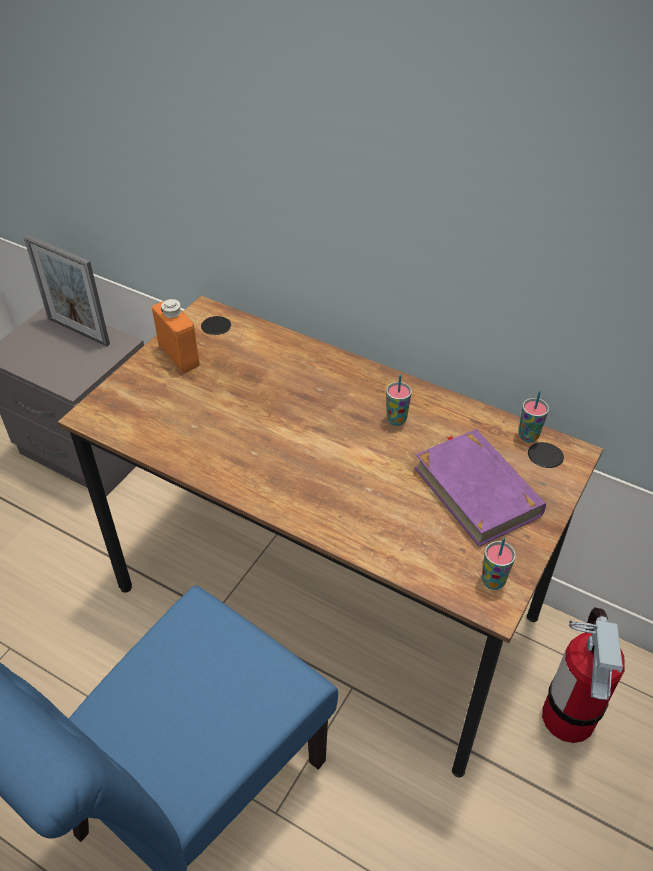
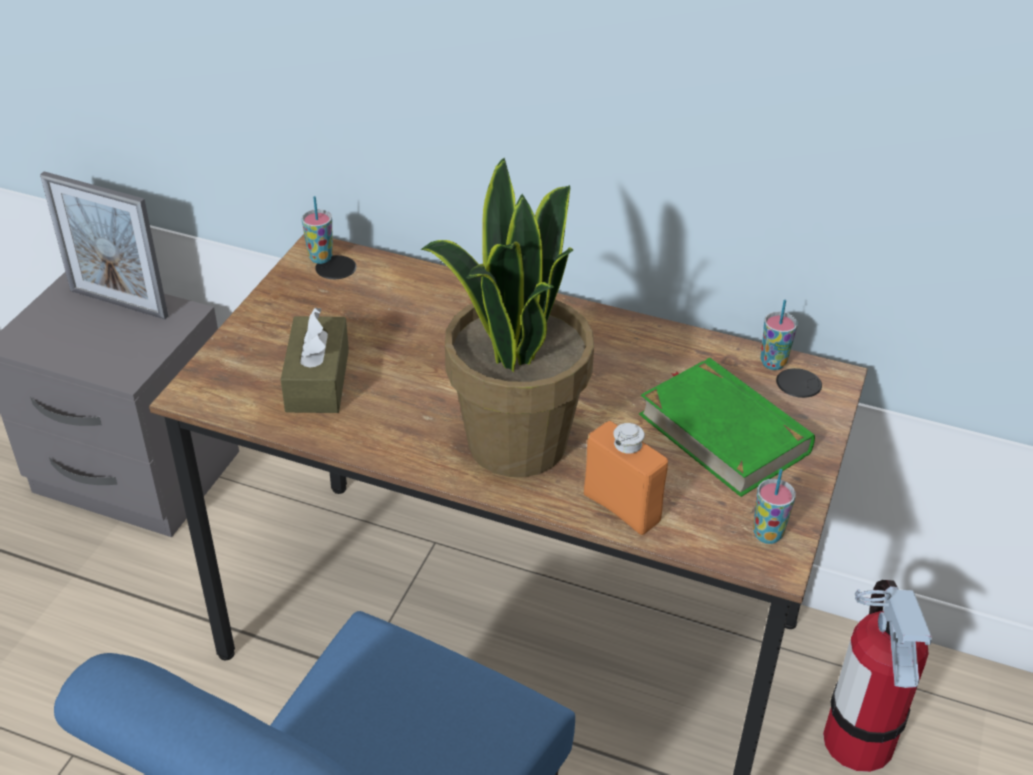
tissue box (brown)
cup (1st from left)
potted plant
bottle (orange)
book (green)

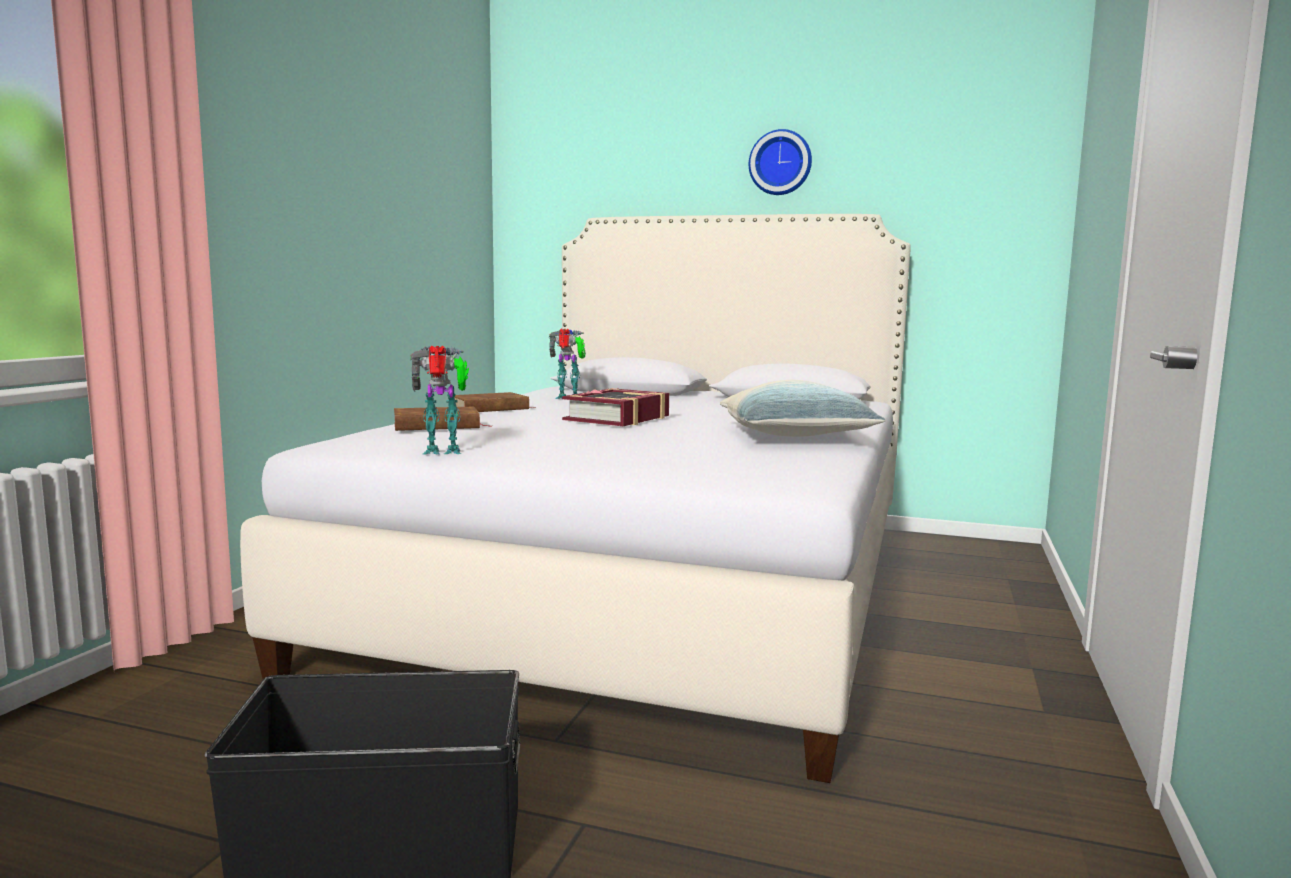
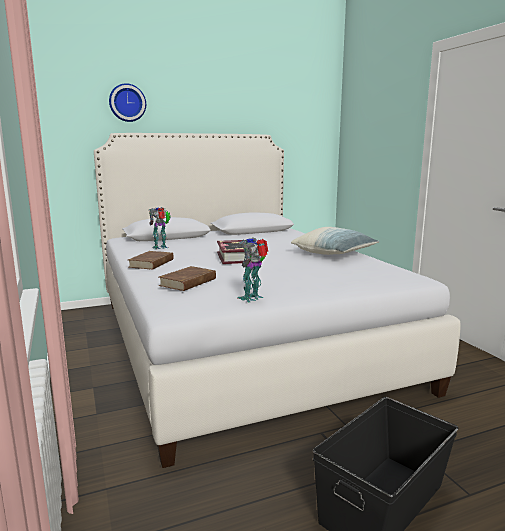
wall clock

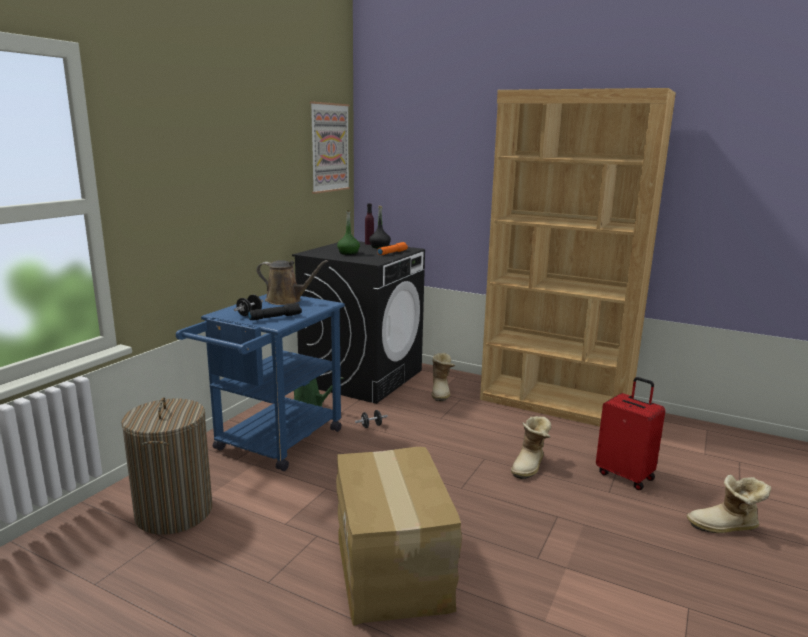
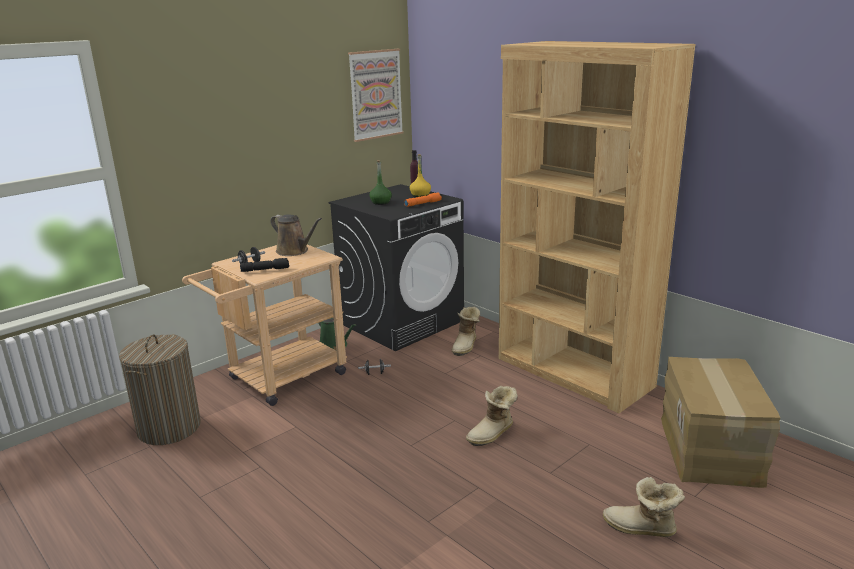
cart (beige)
bottle (yellow)
cardboard box
suitcase (red)

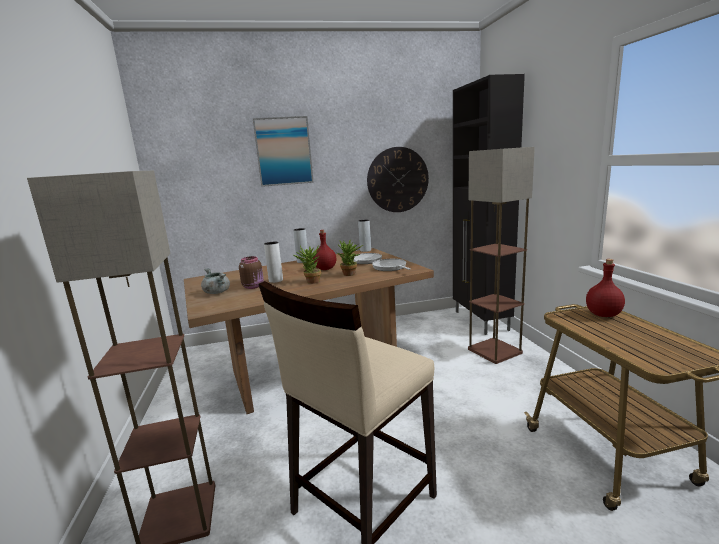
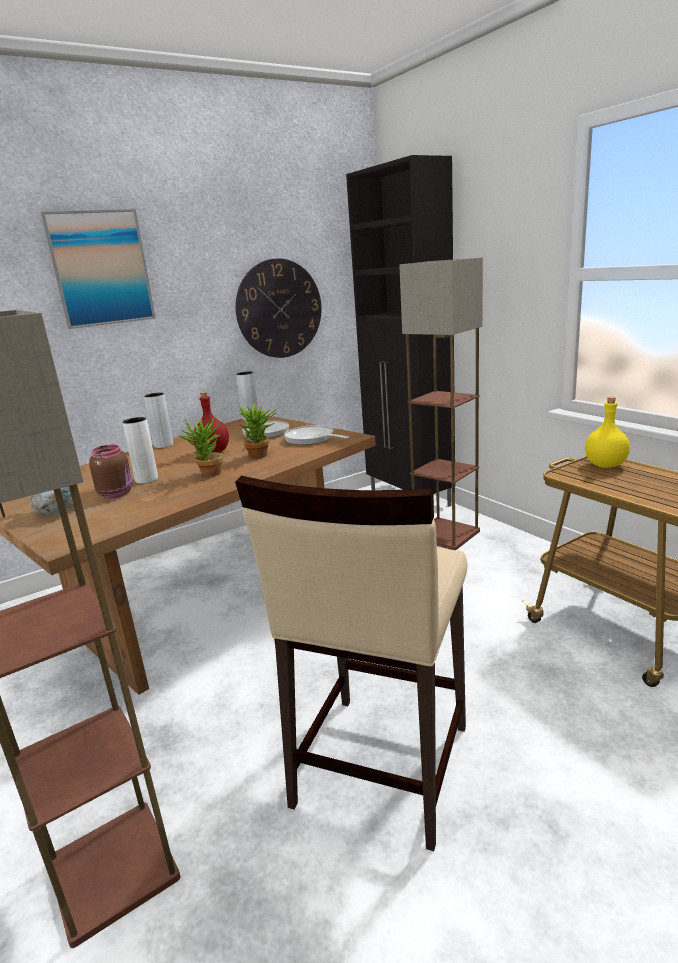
bottle (yellow)

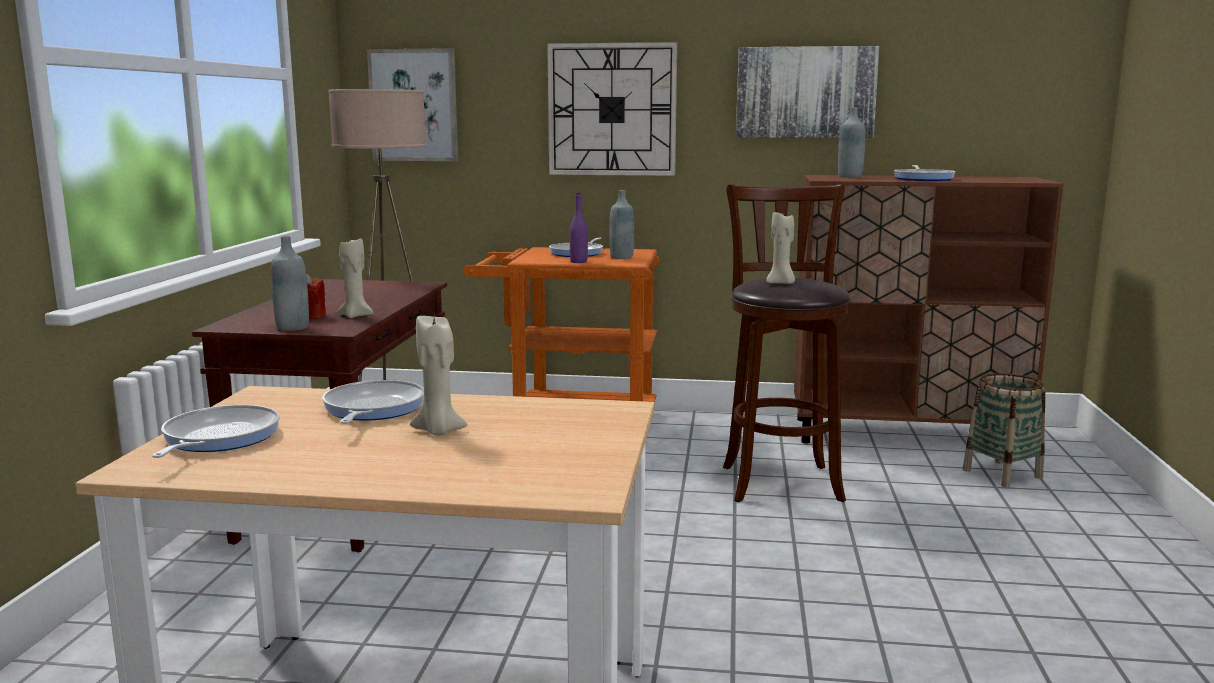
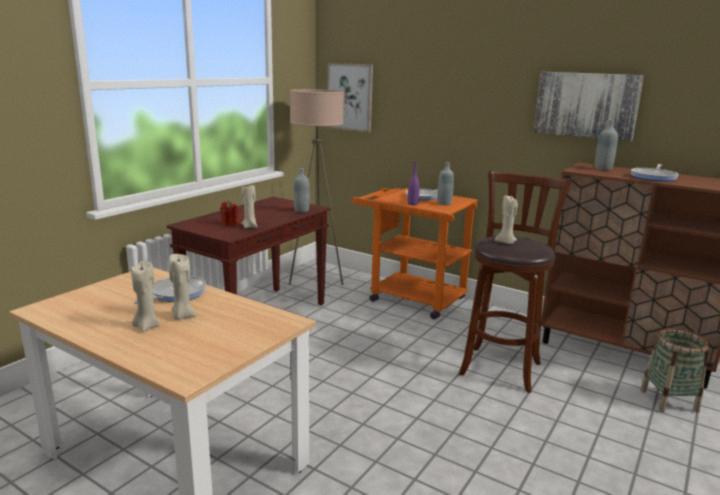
candle (beige) (1st from left)
bottle (grey) (1st from left)
frying pan (1st from left in the first image)
wall clock

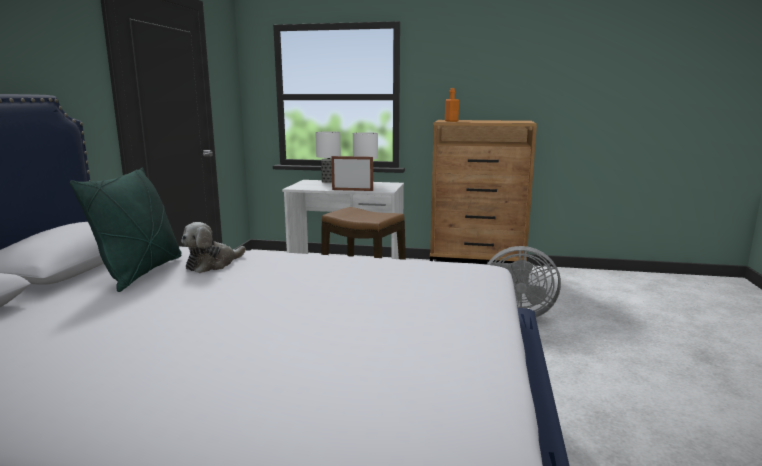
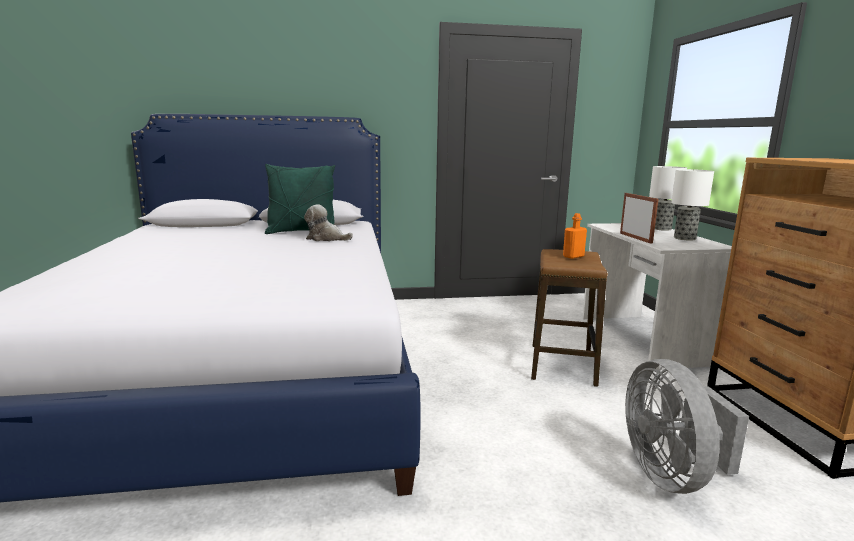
bottle (orange)

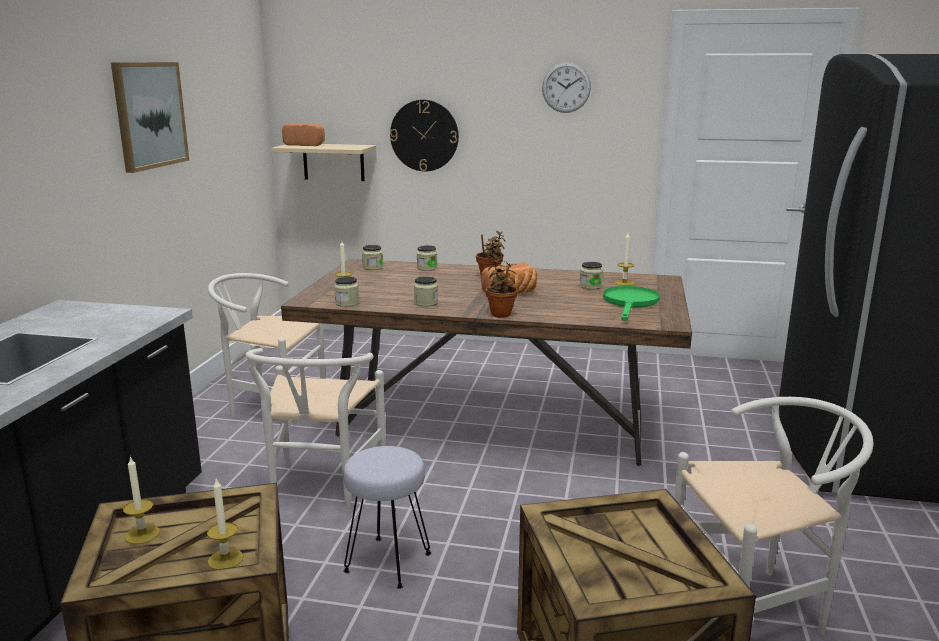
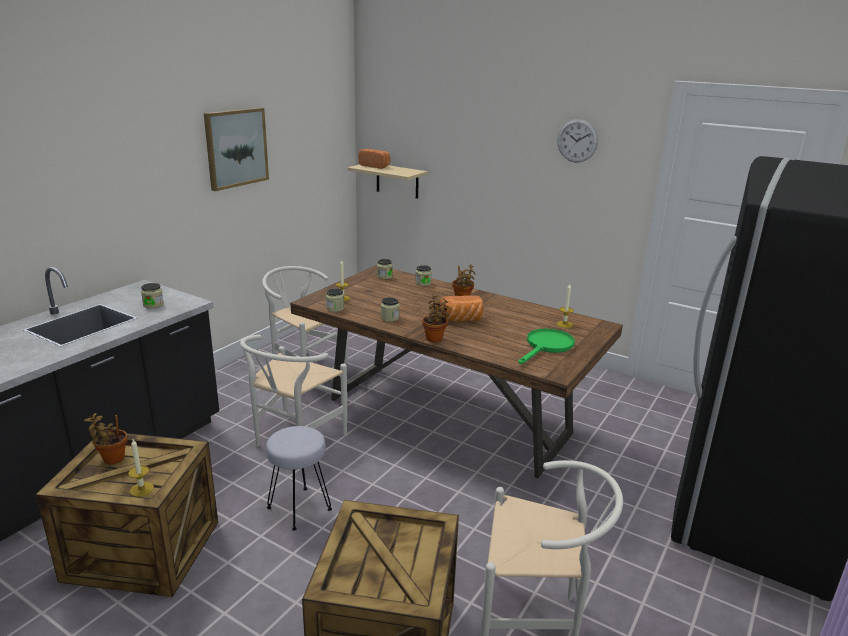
potted plant (1st from left)
jar (1st from left)
wall clock (1st from left in the first image)

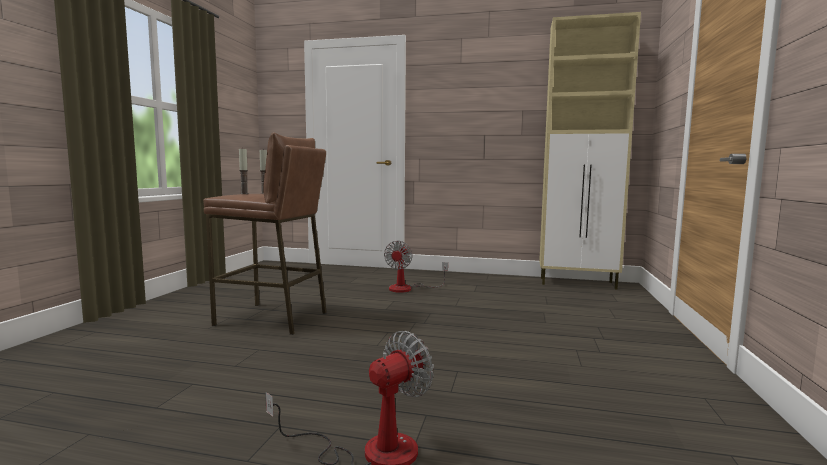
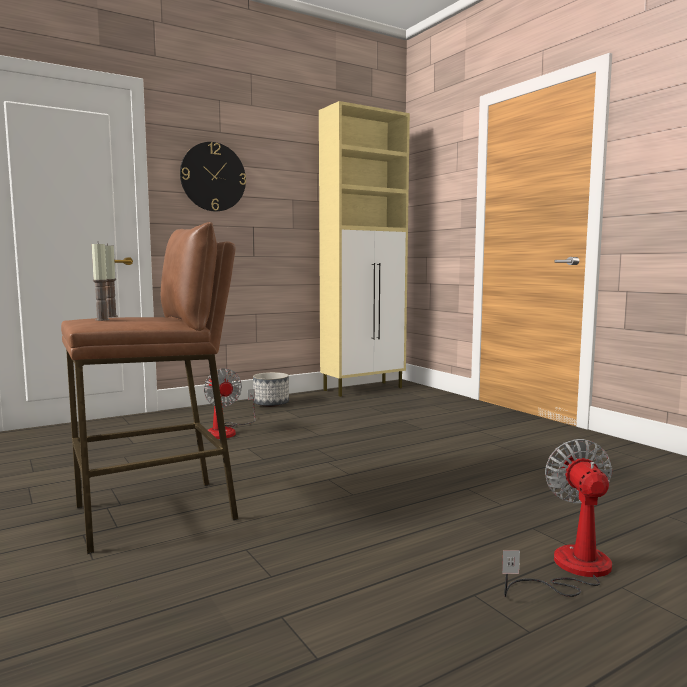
wall clock
planter

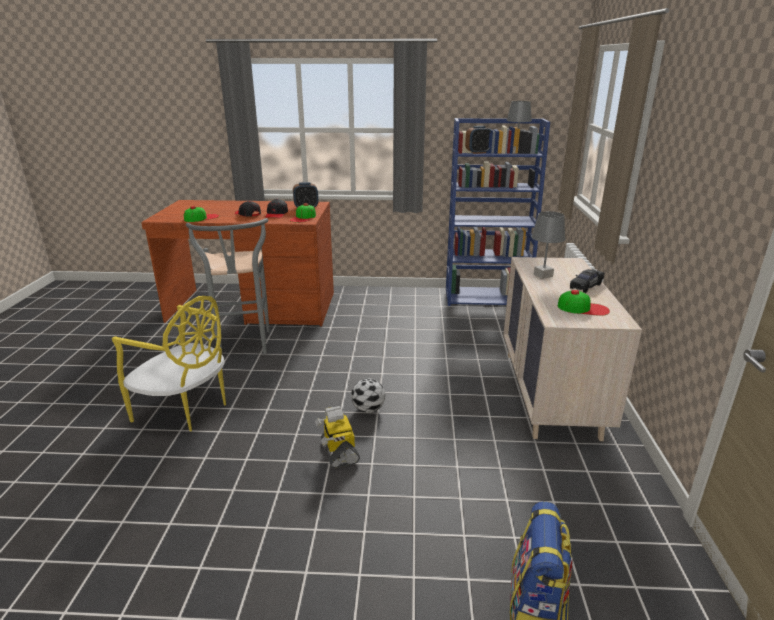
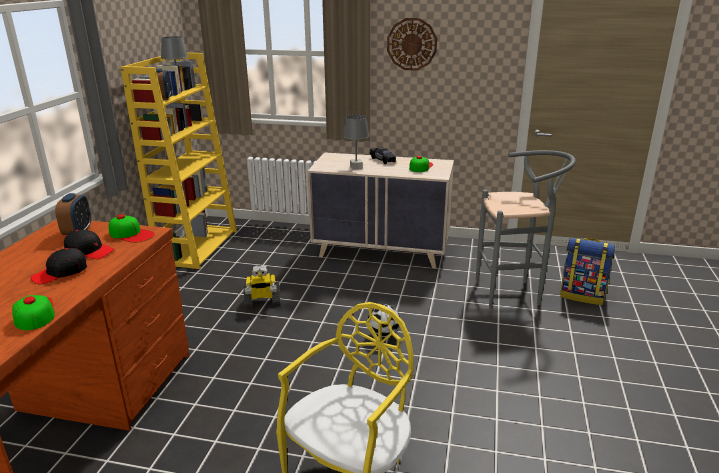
bookcase (yellow)
toy robot
wall clock
stool (grey)

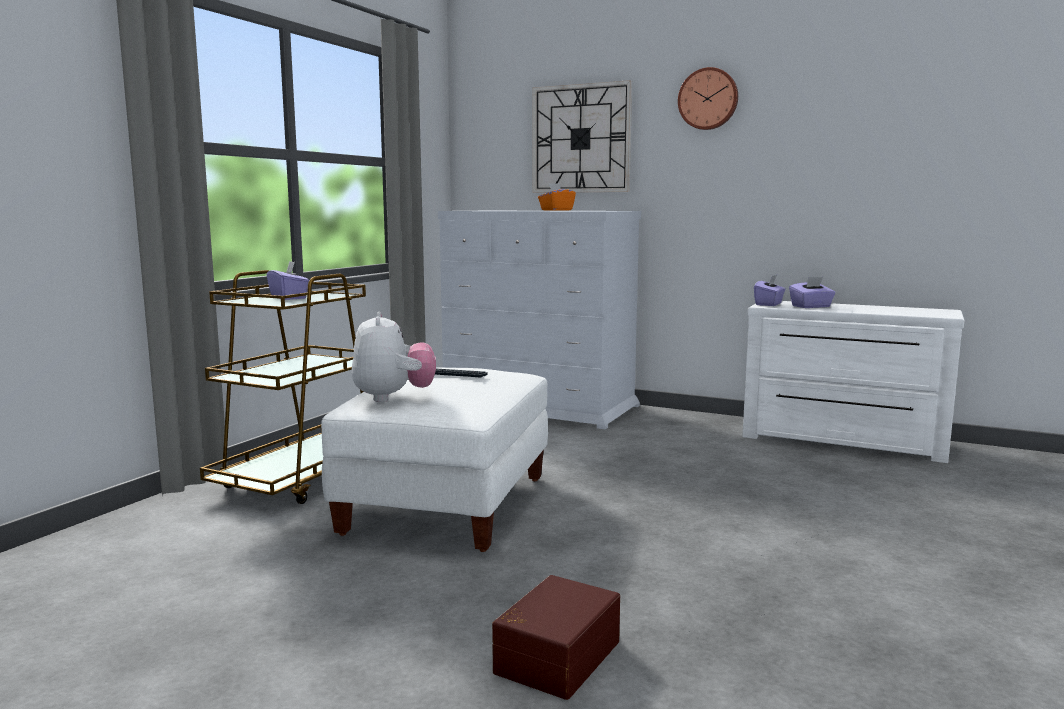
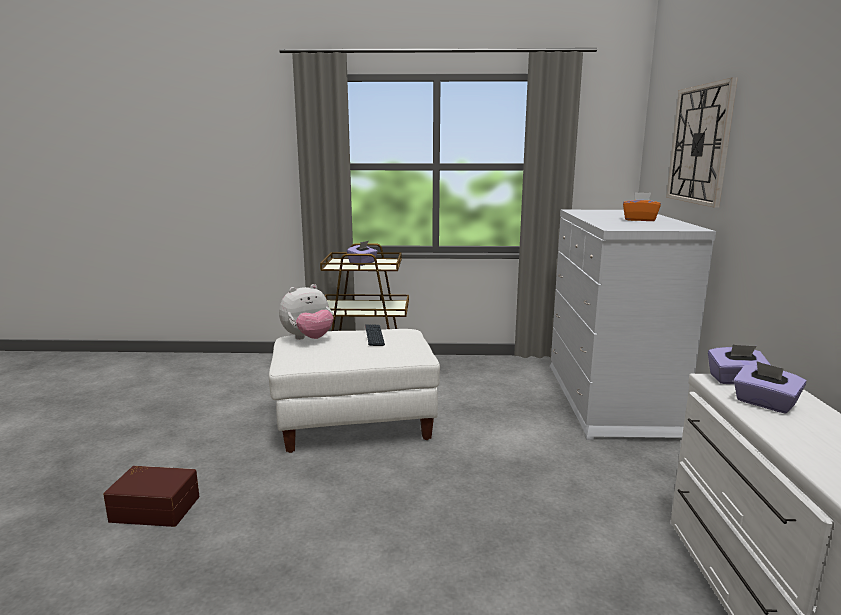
wall clock (2nd from left in the first image)

